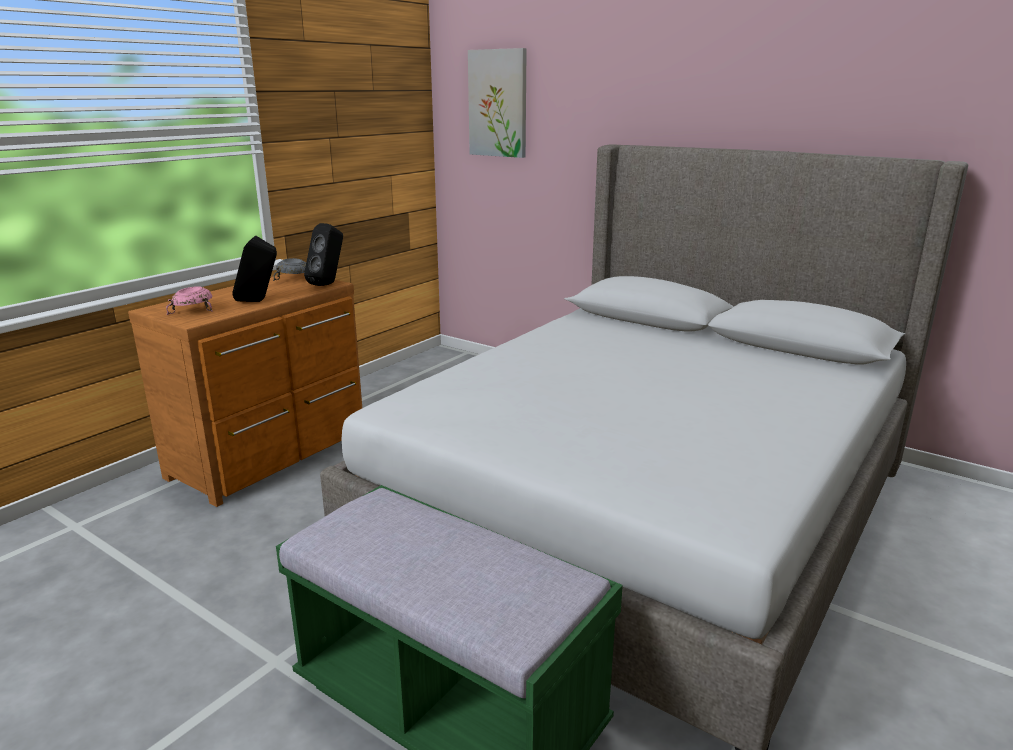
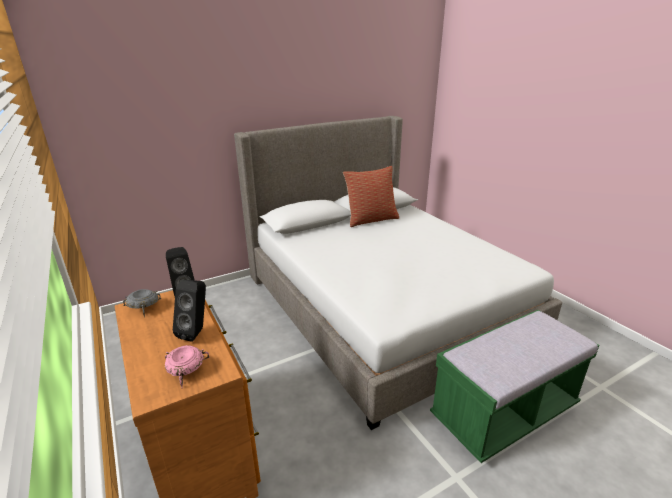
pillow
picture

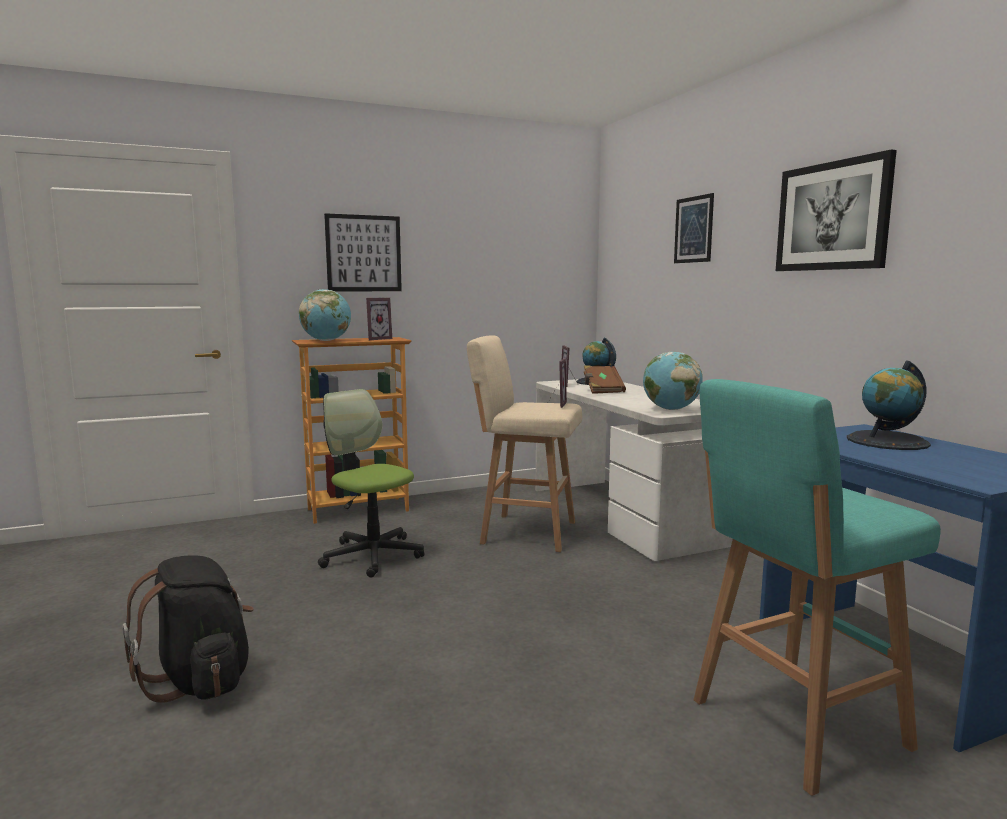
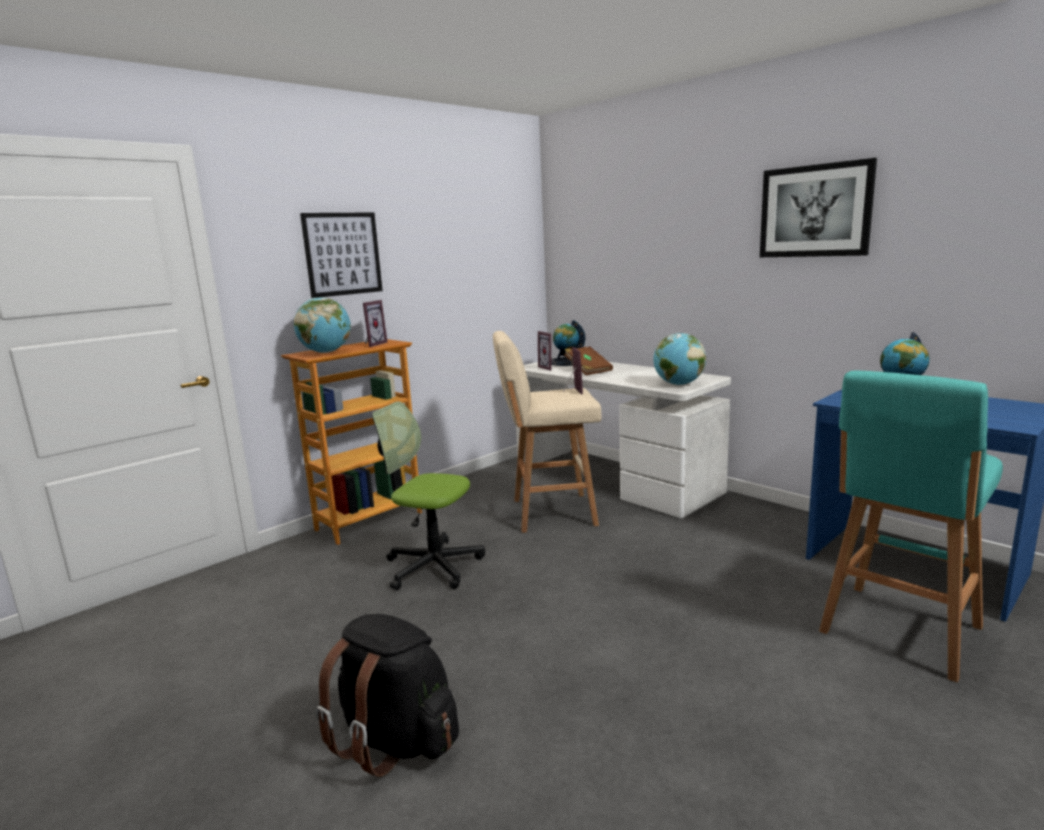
picture (2nd from left in the first image)

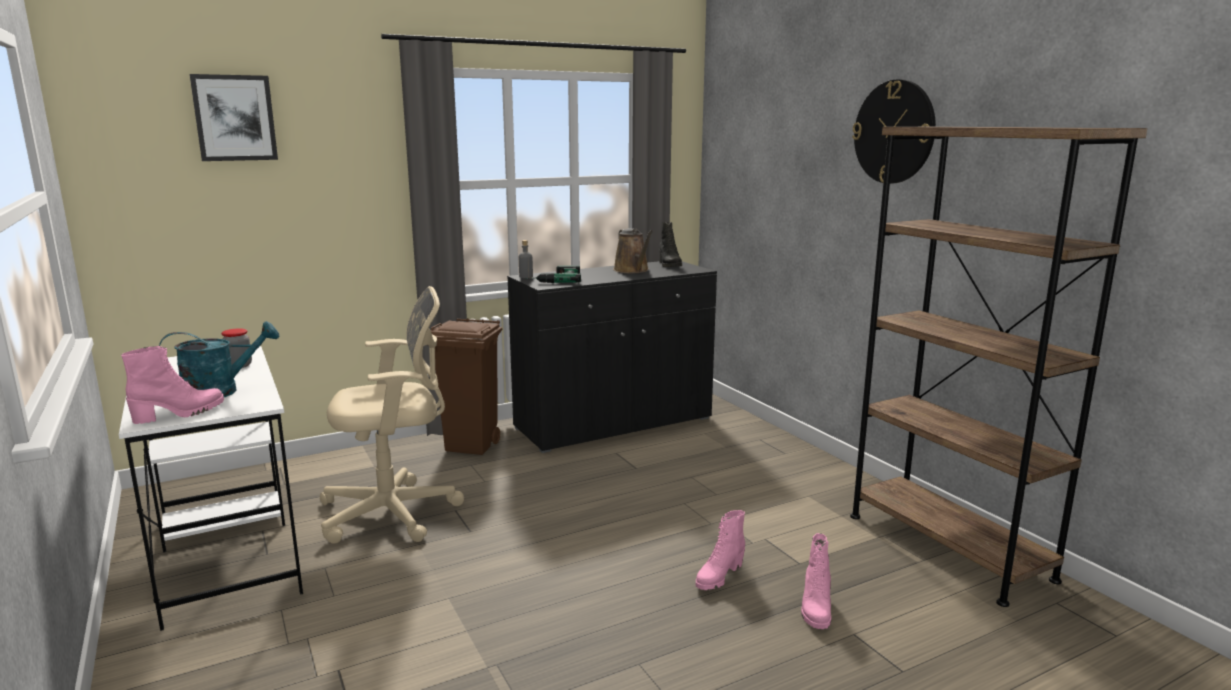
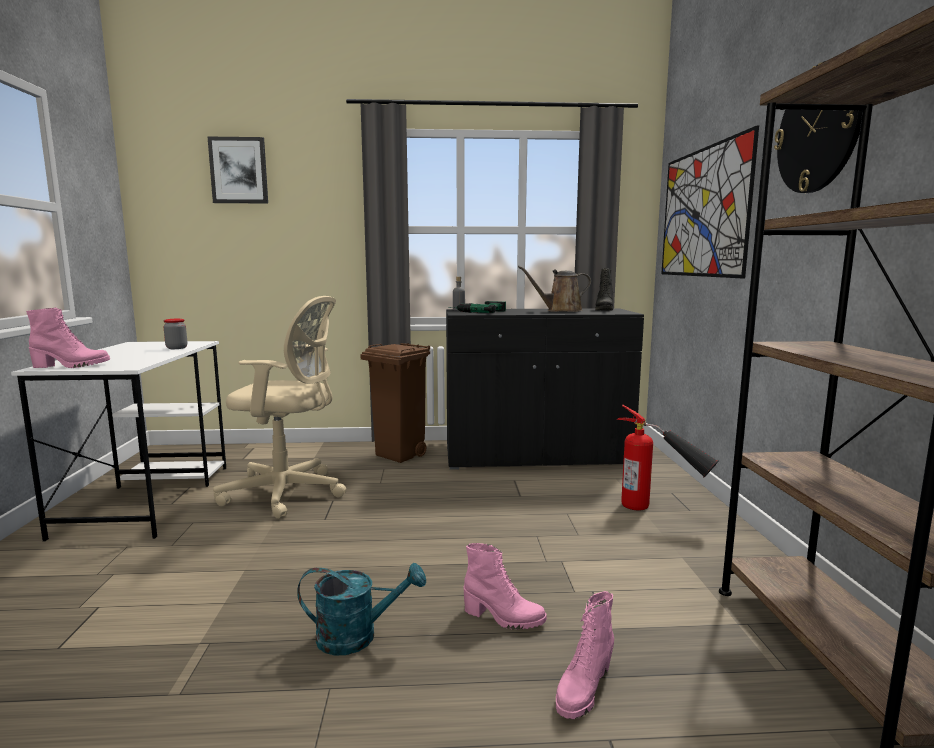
watering can (turquoise)
boot (pink) (2nd from left)
watering can (brown)
fire extinguisher
picture (2nd from left)

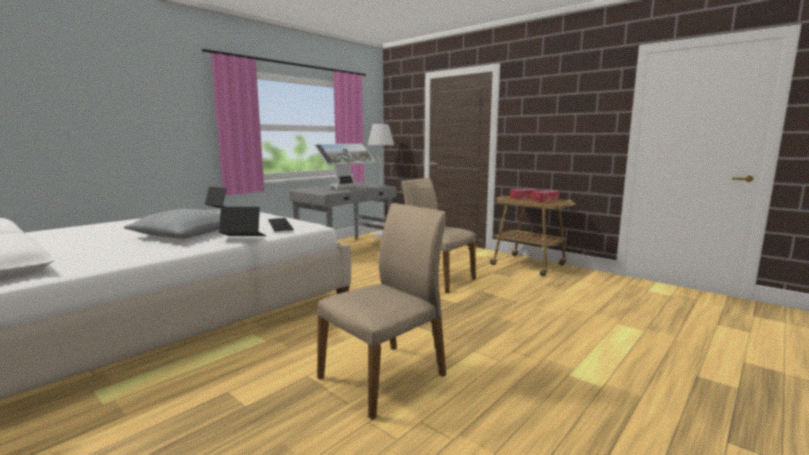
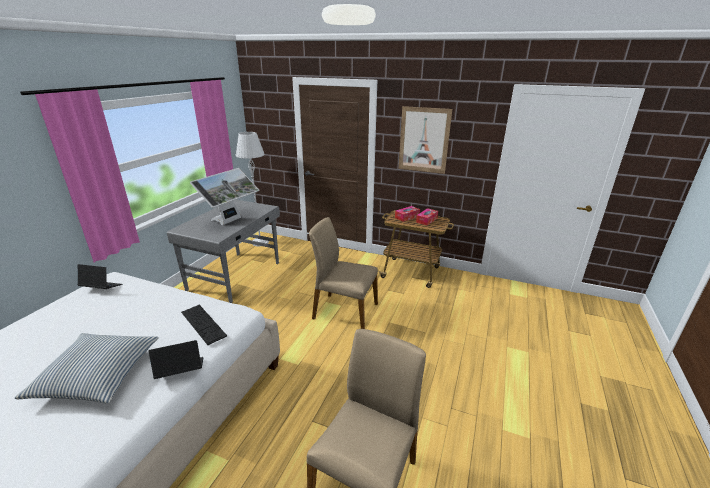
picture

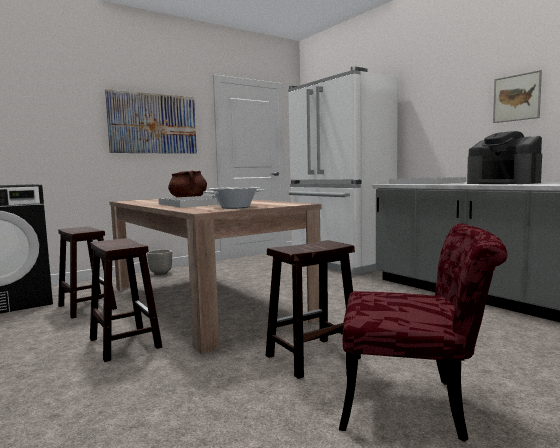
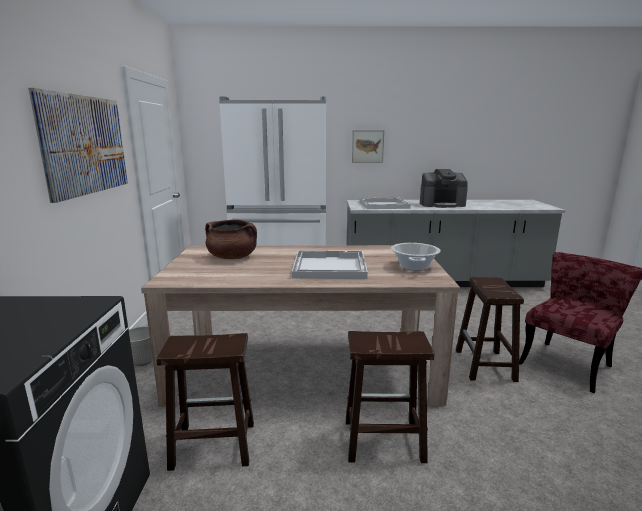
picture (2nd from left)

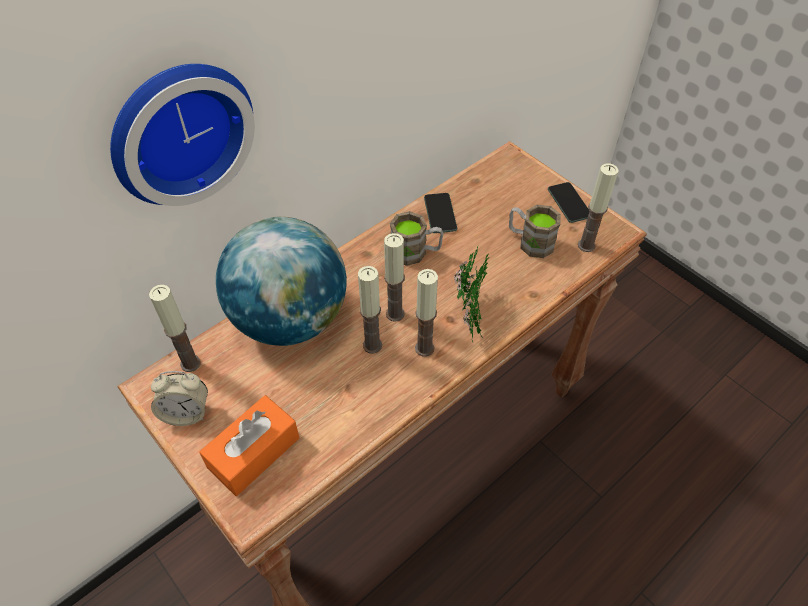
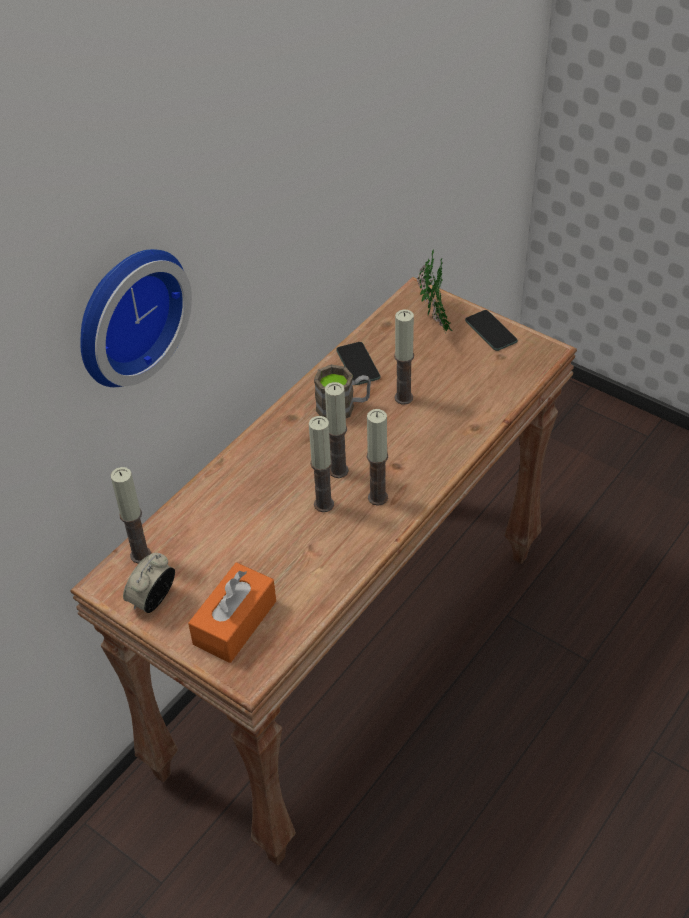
alarm clock
candle (5th from left)
potted plant
globe
mug (brown) (2nd from left in the first image)

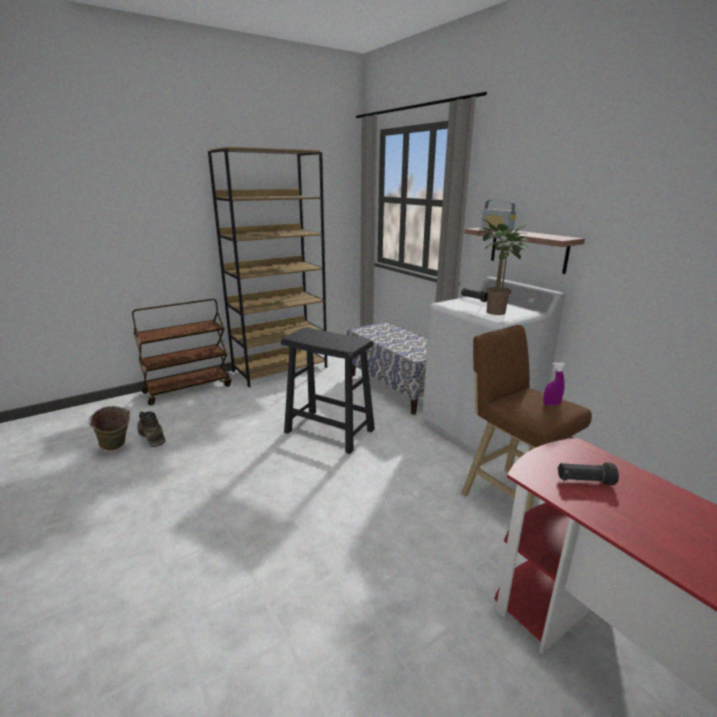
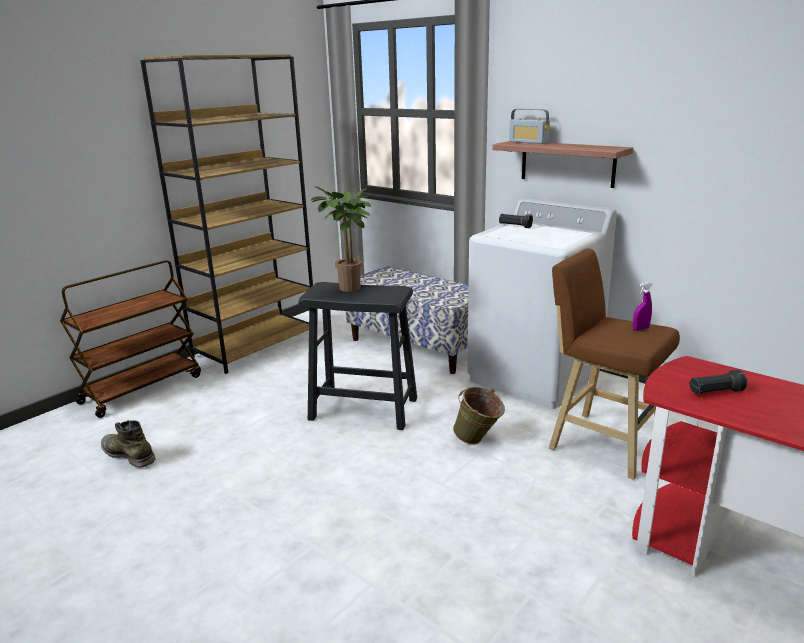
potted plant
bucket (green)

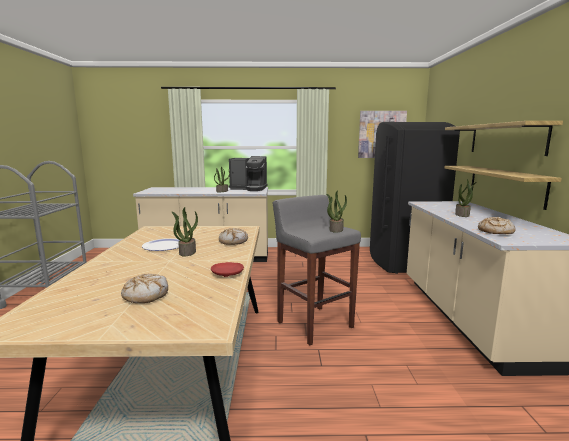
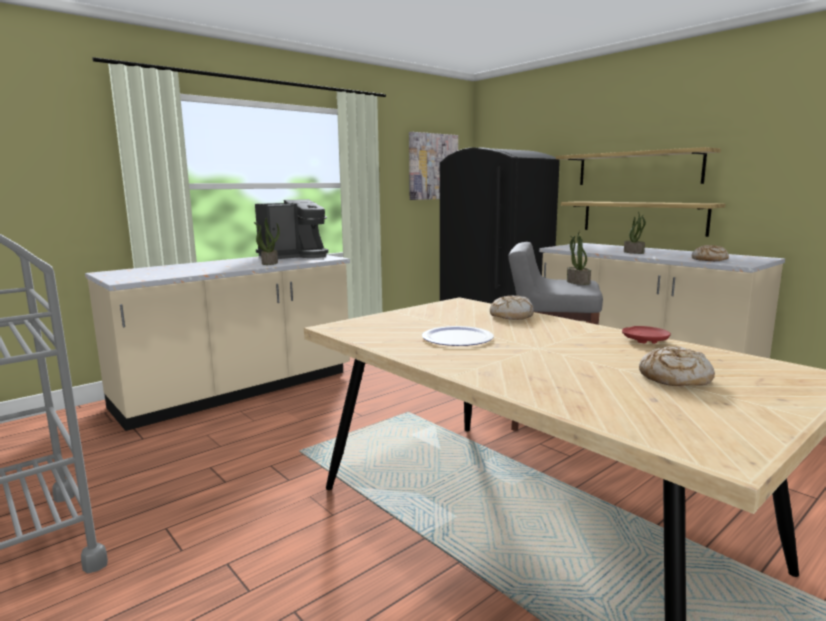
potted plant (1st from left in the first image)

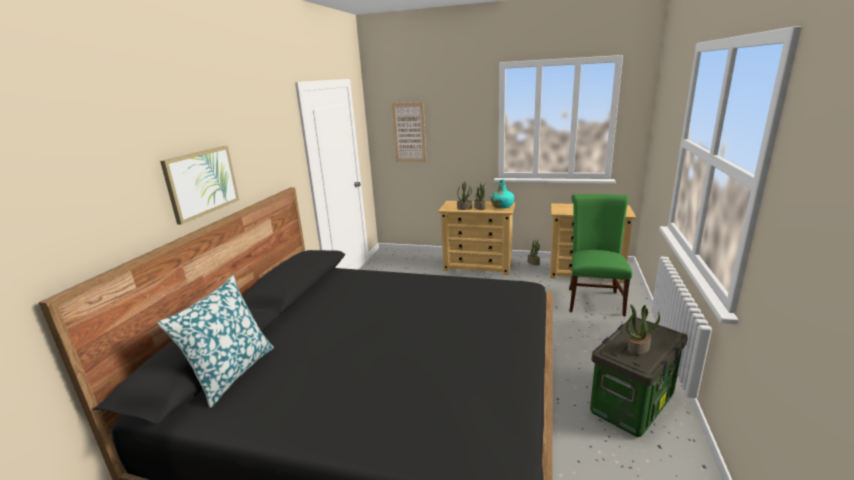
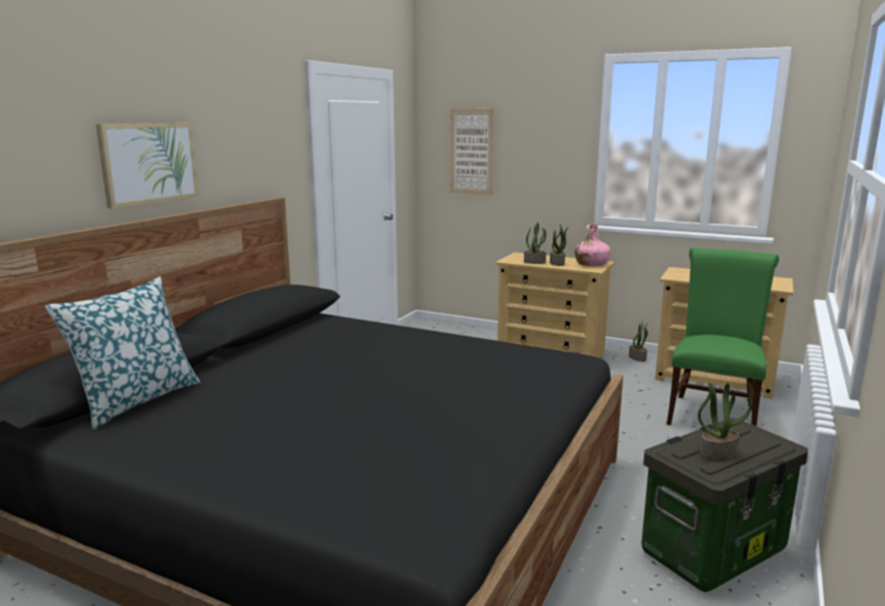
bottle (pink)

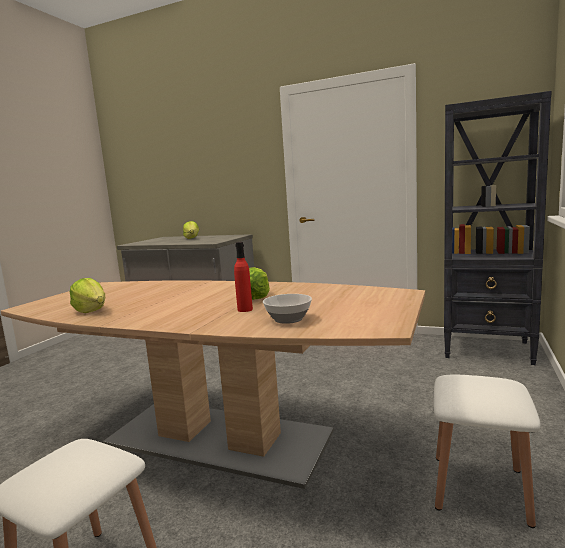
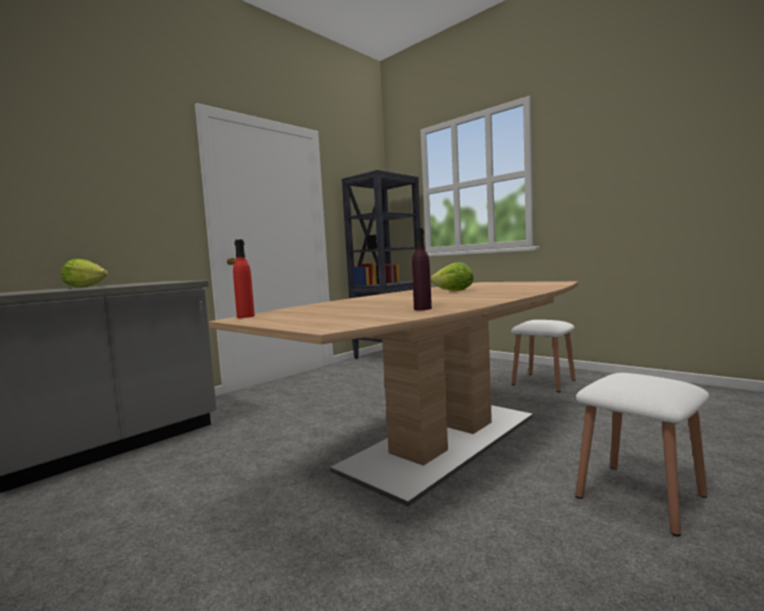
bottle (red)
bottle (purple)
bowl

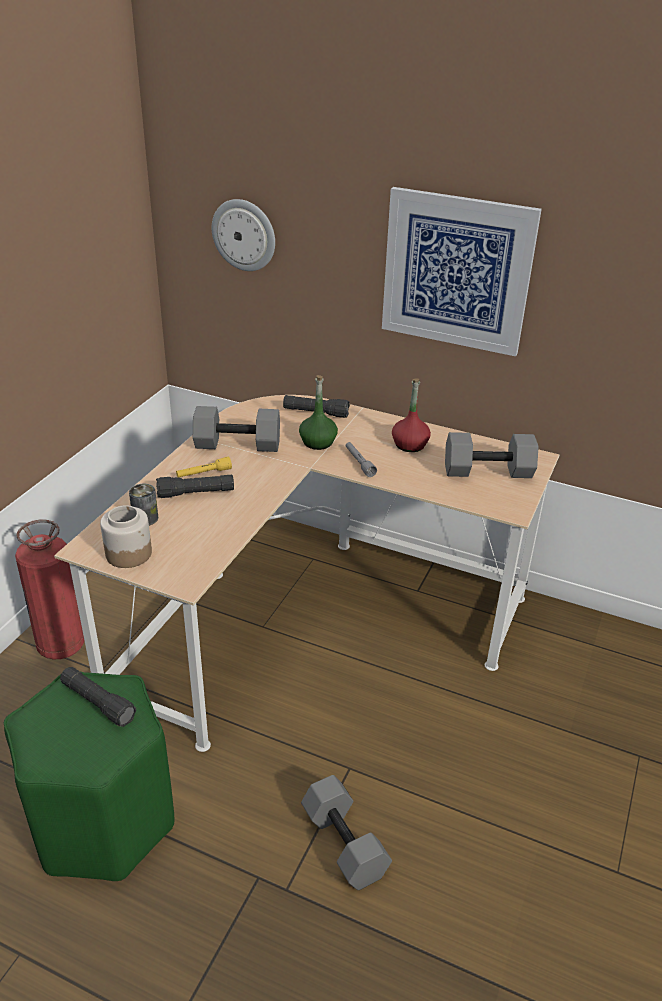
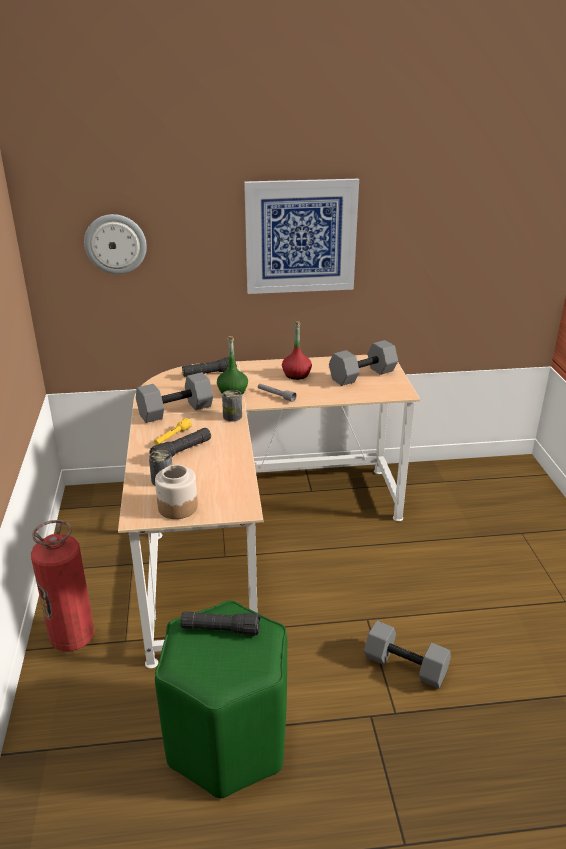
can (2nd from left)

